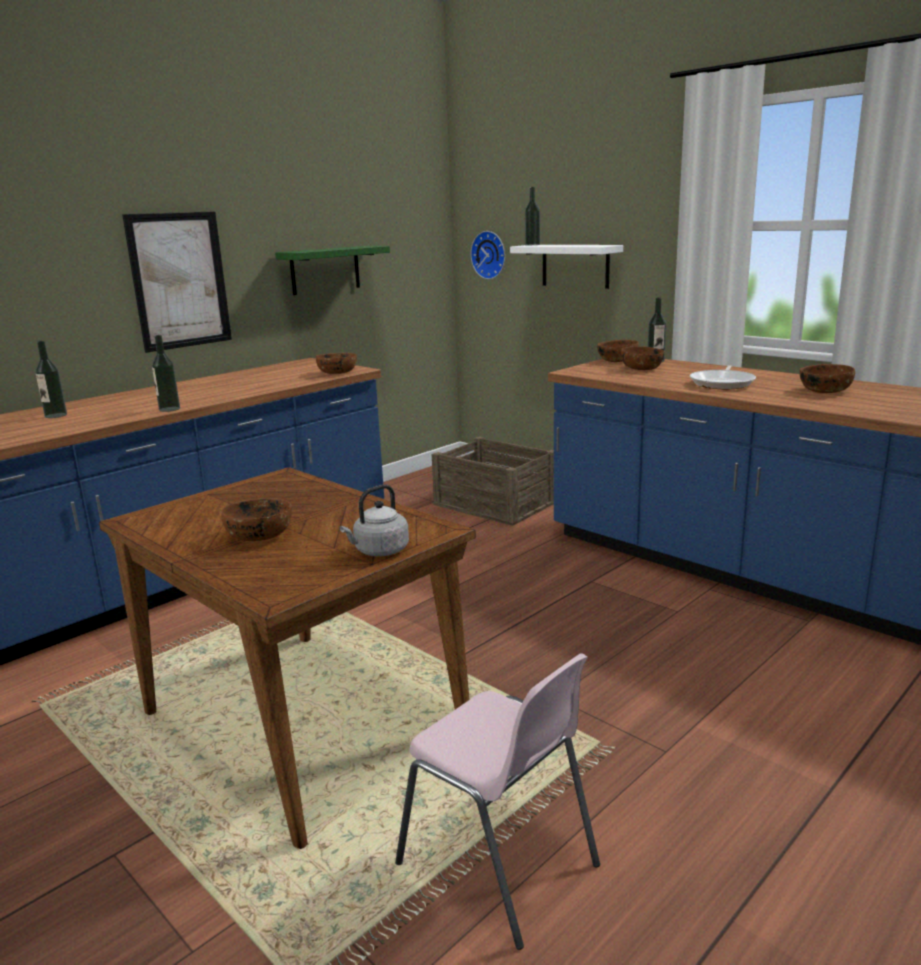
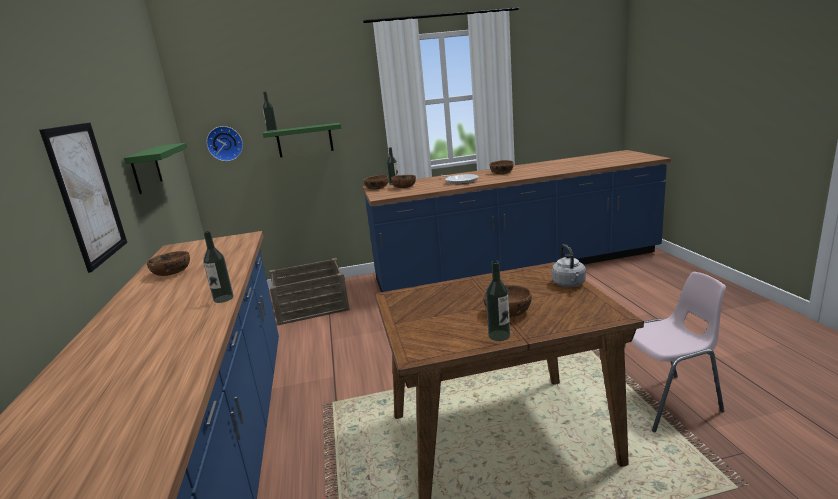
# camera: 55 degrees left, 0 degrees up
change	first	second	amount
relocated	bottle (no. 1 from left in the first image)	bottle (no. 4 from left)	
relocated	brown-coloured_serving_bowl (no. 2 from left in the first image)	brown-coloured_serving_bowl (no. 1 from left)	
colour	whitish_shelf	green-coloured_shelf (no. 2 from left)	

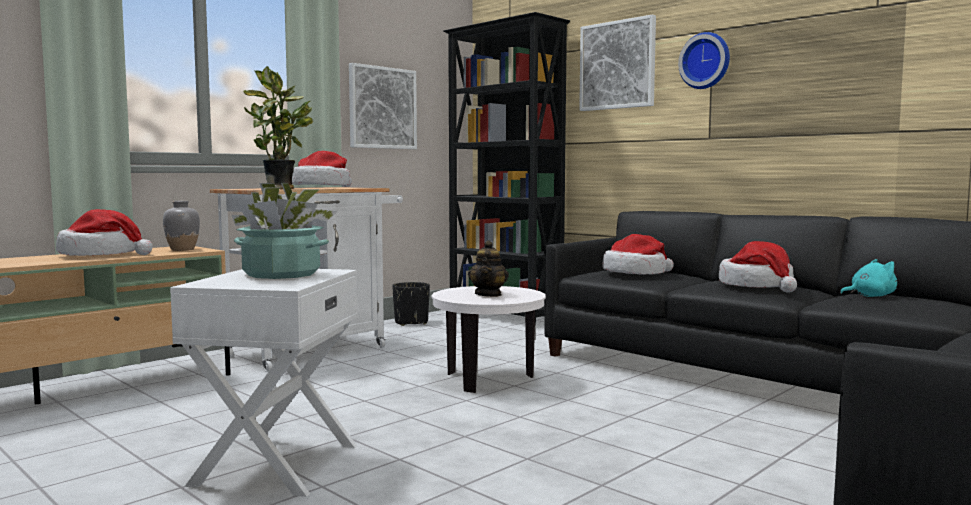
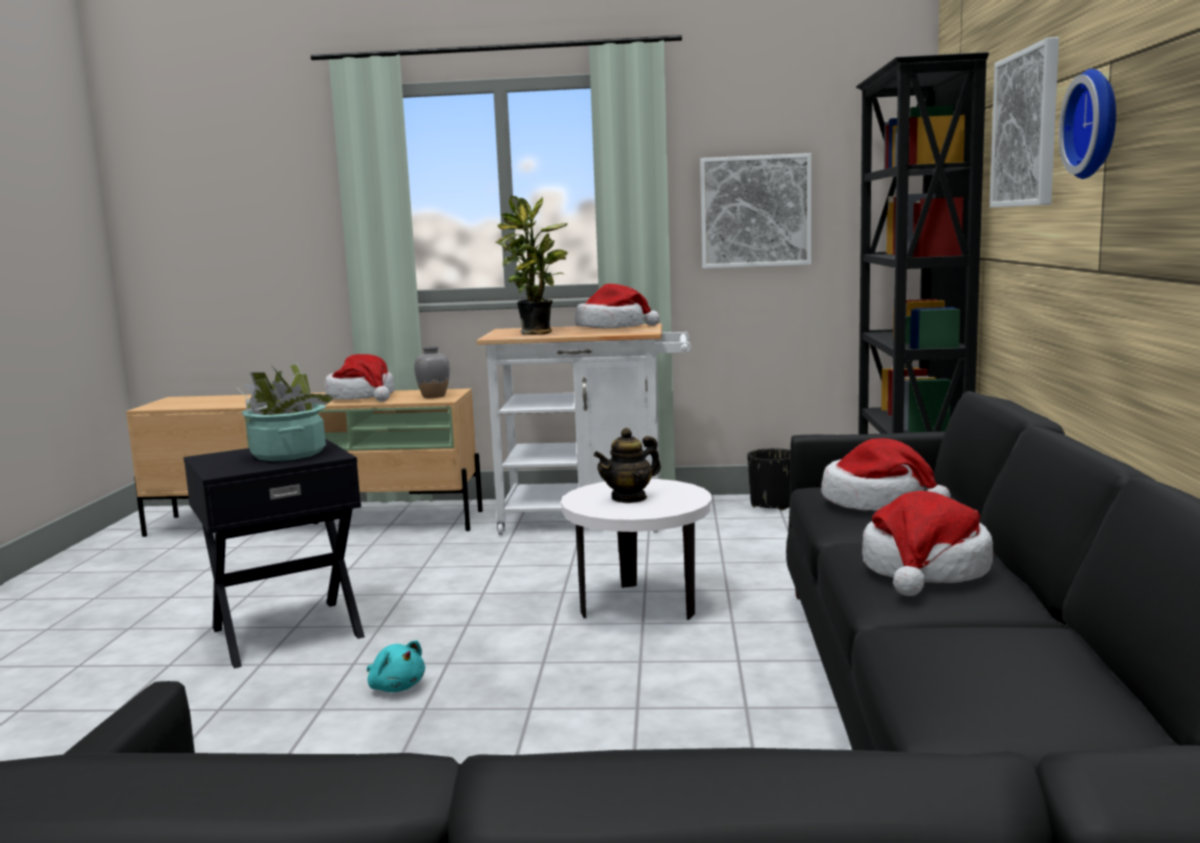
# camera: 50 degrees right, 5 degrees up
change	first	second	amount
colour	whitish_side_table (no. 1 from left)	blackish_side_table	
relocated	blue-green_plush_toy		

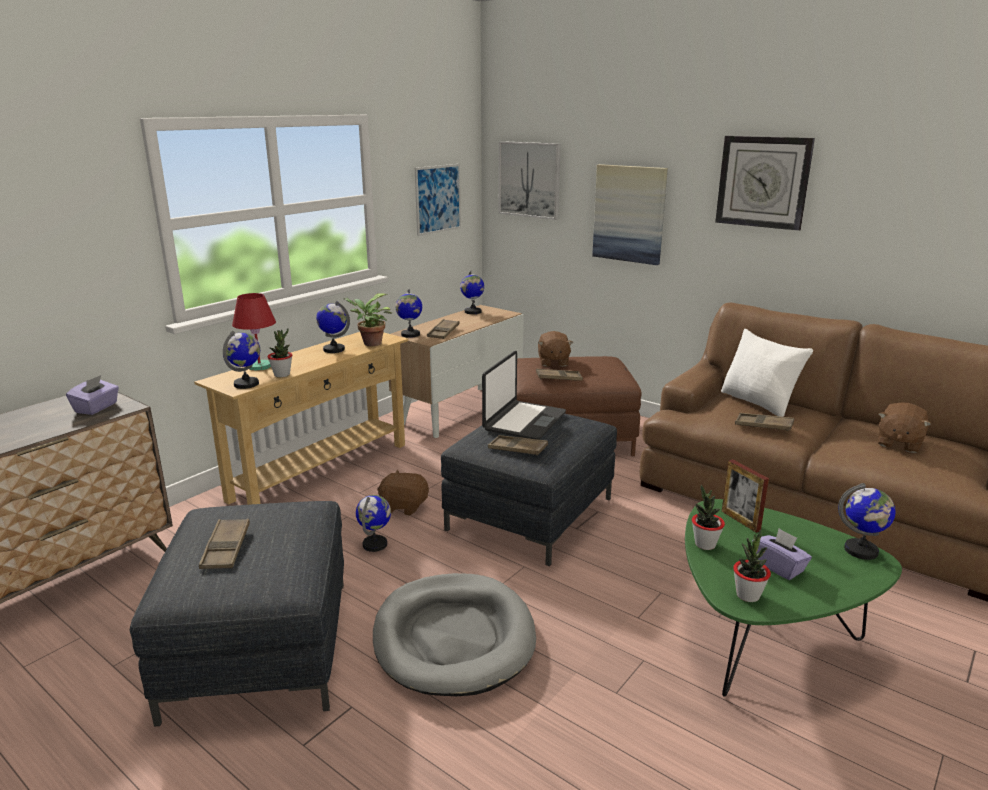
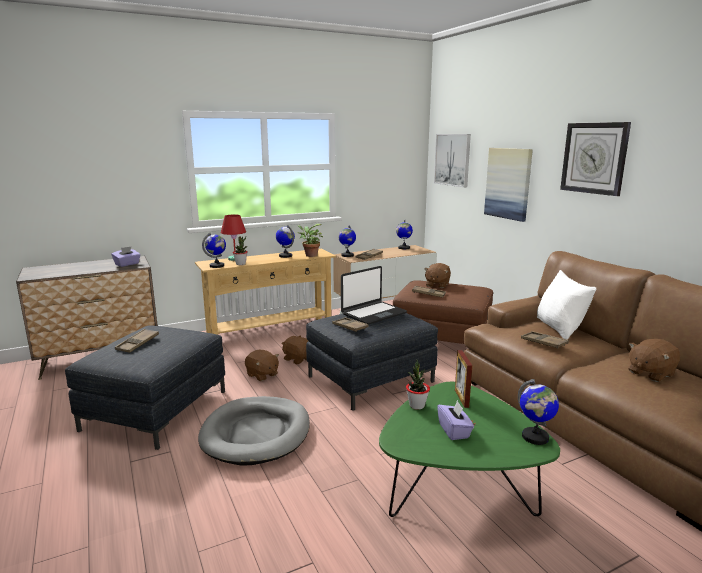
# camera: 25 degrees right, 5 degrees down
change	first	second	amount
exchanged	globe (no. 3 from left)	brown-coloured_plush_toy (no. 1 from left)	
missing	picture (no. 1 from left)		
missing	potted_plant (no. 4 from left)		

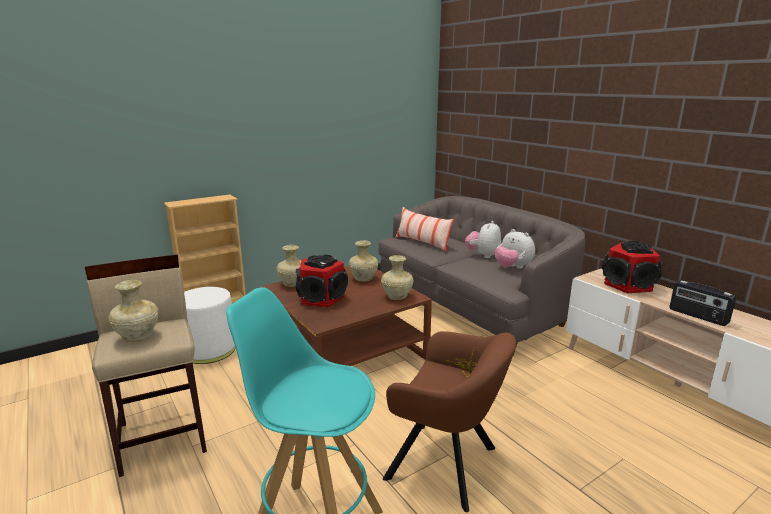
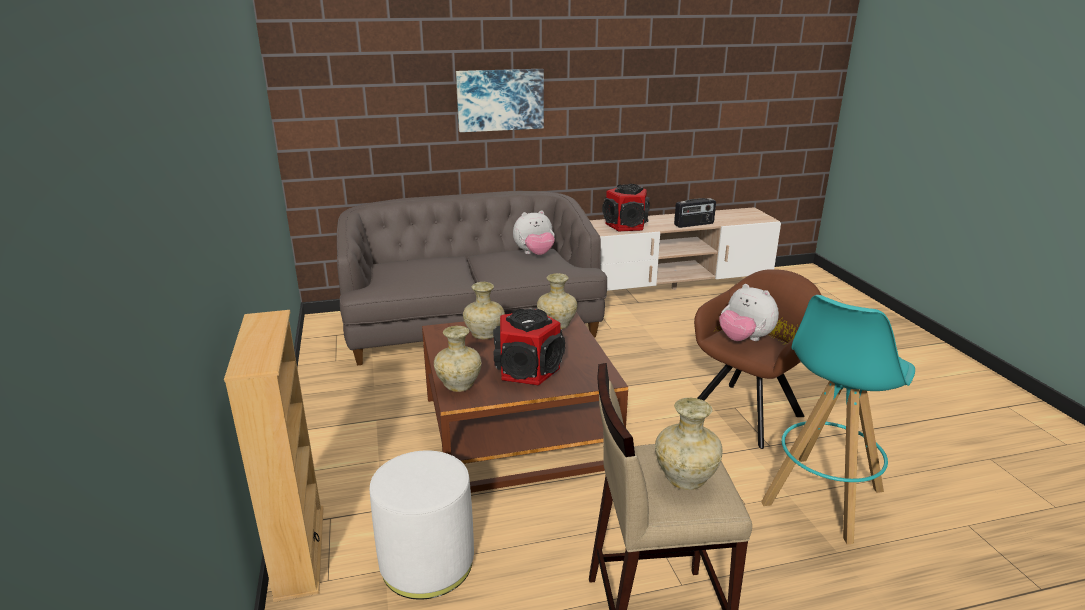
# camera: 70 degrees left, 5 degrees up
change	first	second	amount
missing	pillow		
relocated	plush_toy (no. 1 from left in the first image)	plush_toy (no. 2 from left)	
appeared		picture	

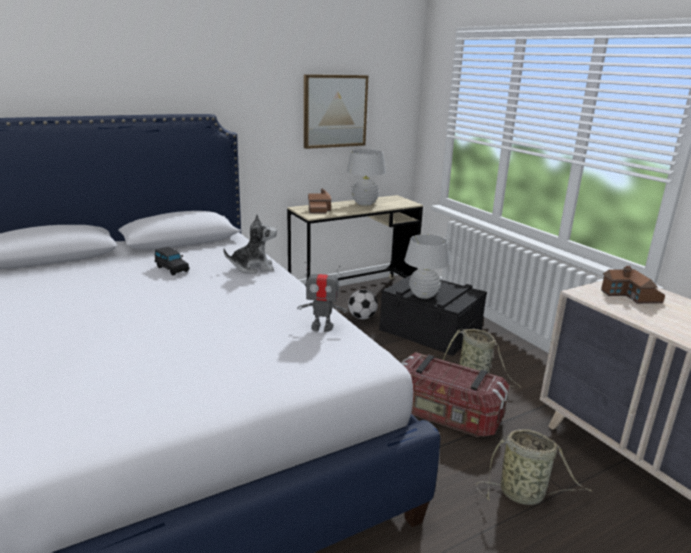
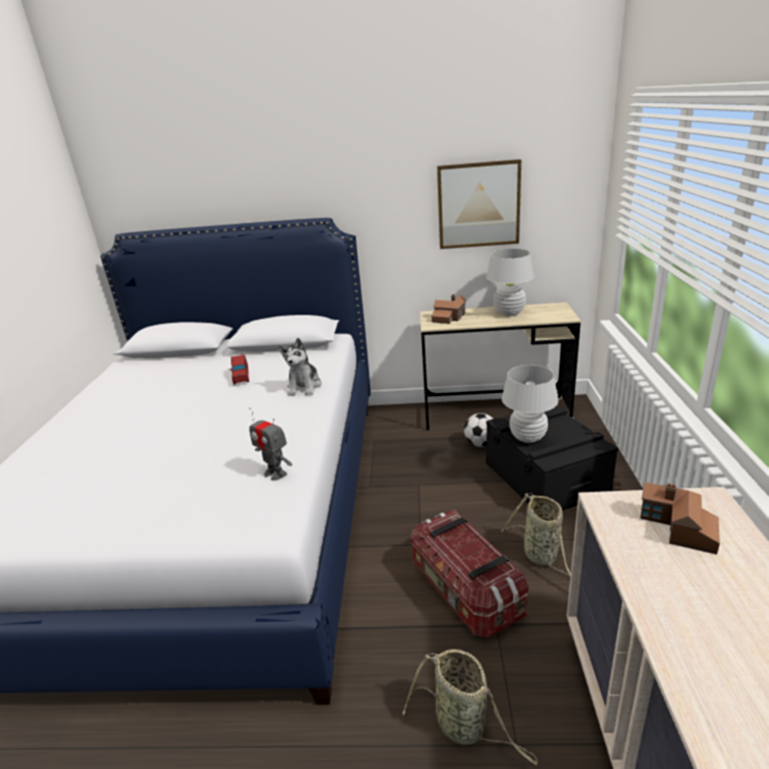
# camera: 35 degrees right, 5 degrees up
change	first	second	amount
colour	blackish_miniature_car	red-coloured_miniature_car	
spun	plush_toy		75 degrees clockwise

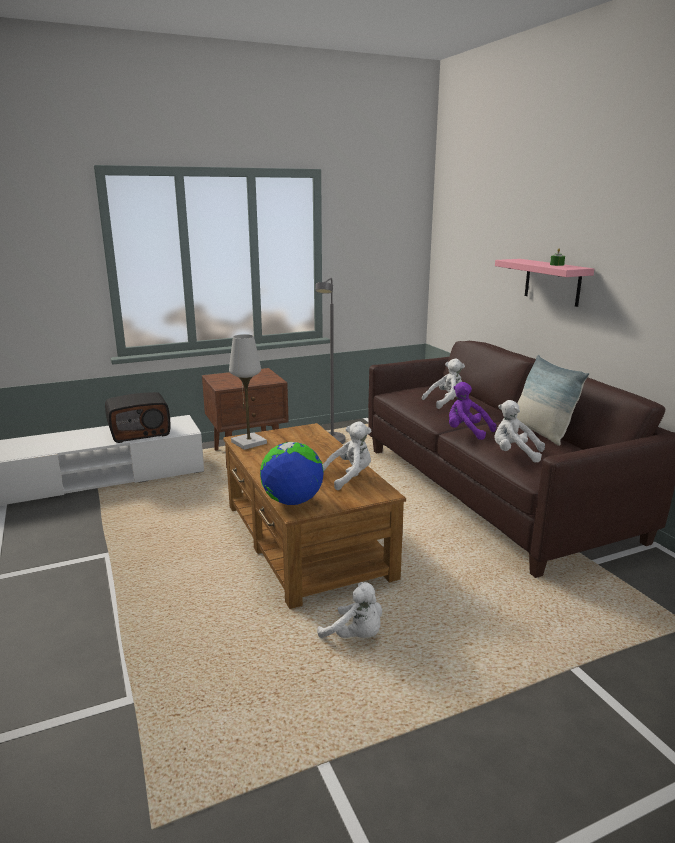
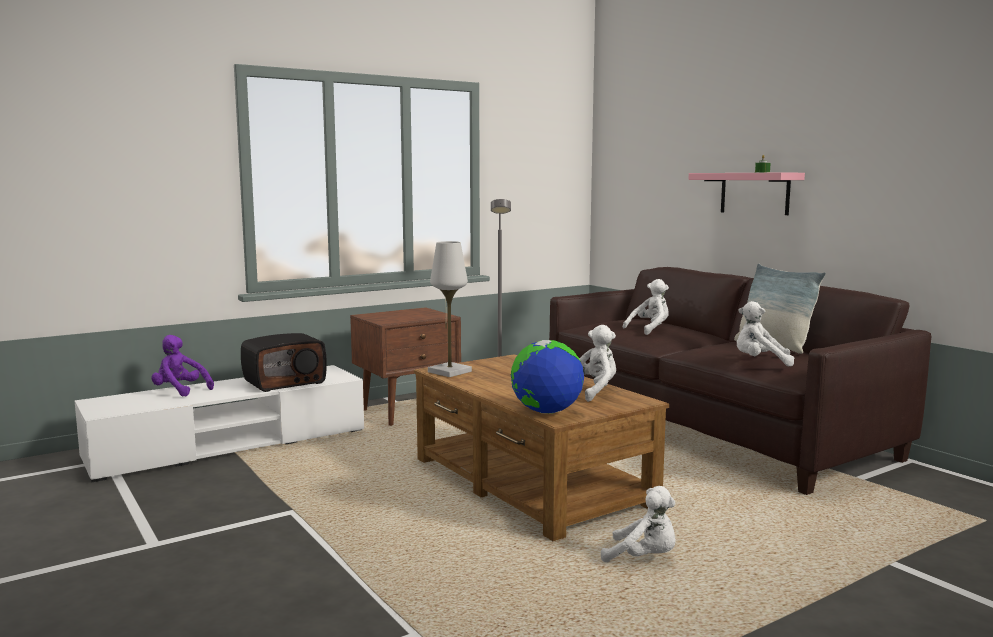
# camera: 10 degrees left, 10 degrees down
change	first	second	amount
relocated	purple-coloured_plush_toy		

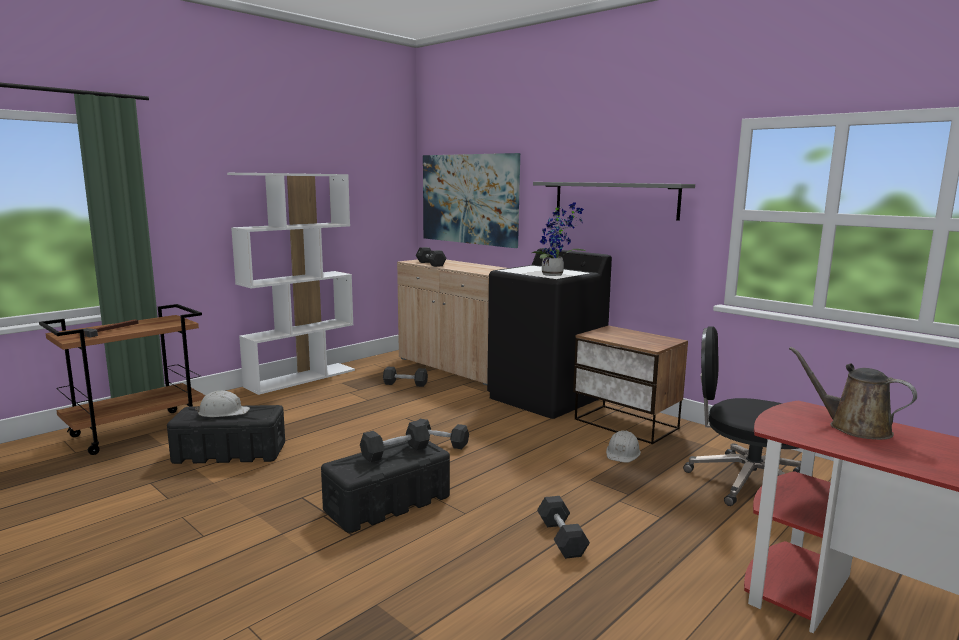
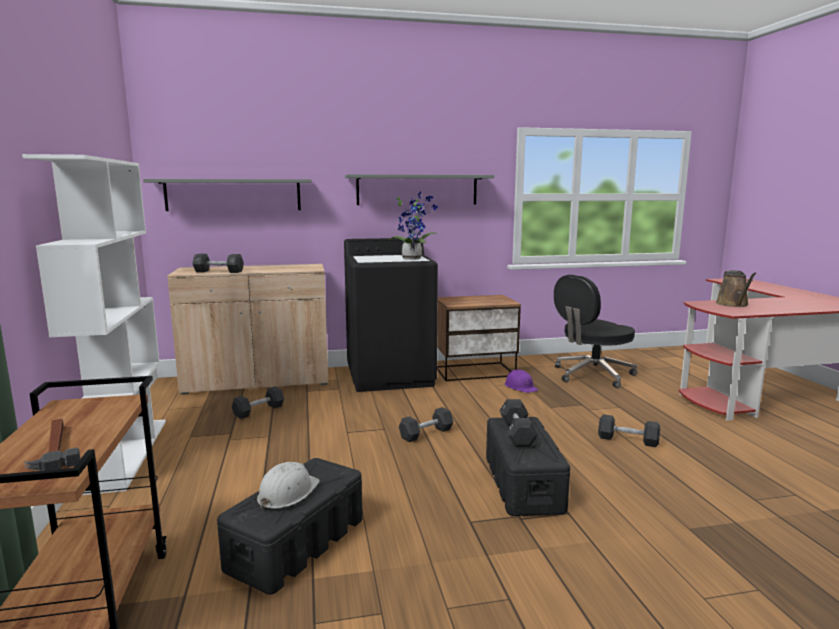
# camera: 55 degrees left, 0 degrees up
change	first	second	amount
exchanged	picture	grey_shelf (no. 1 from left)	
colour	whitish_work_helmet (no. 2 from left)	purple-coloured_work_helmet	
spun	brown-coloured_watering_can		75 degrees counterclockwise

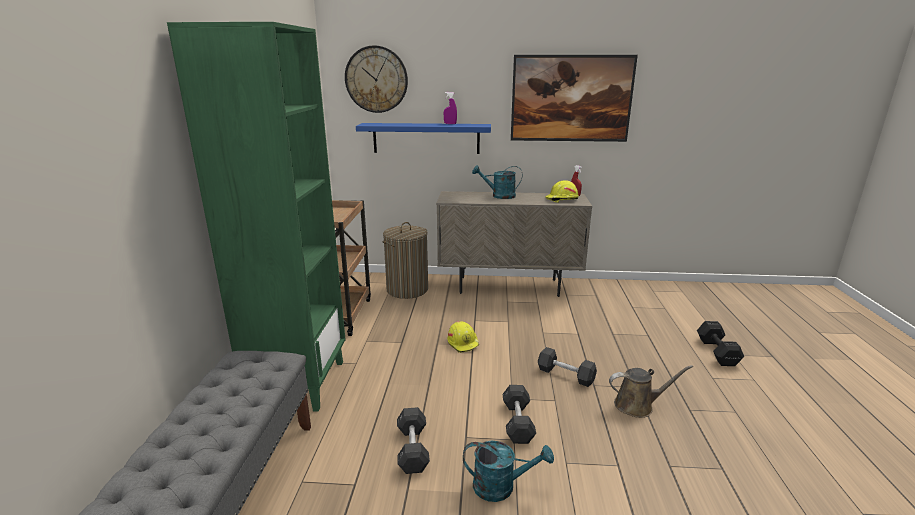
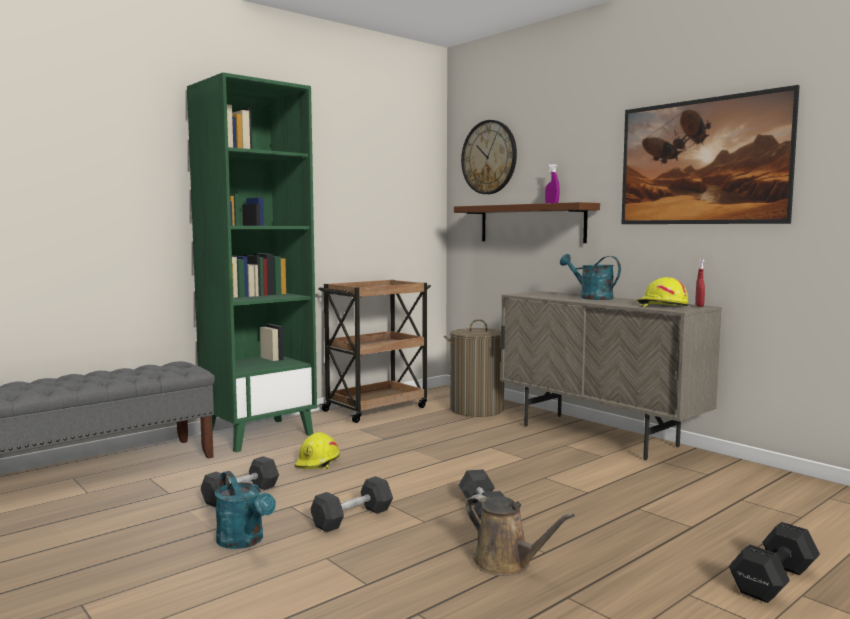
# camera: 45 degrees right, 15 degrees down
change	first	second	amount
colour	bluish_shelf	brown-coloured_shelf	
relocated	yellow_work_helmet (no. 1 from left)		

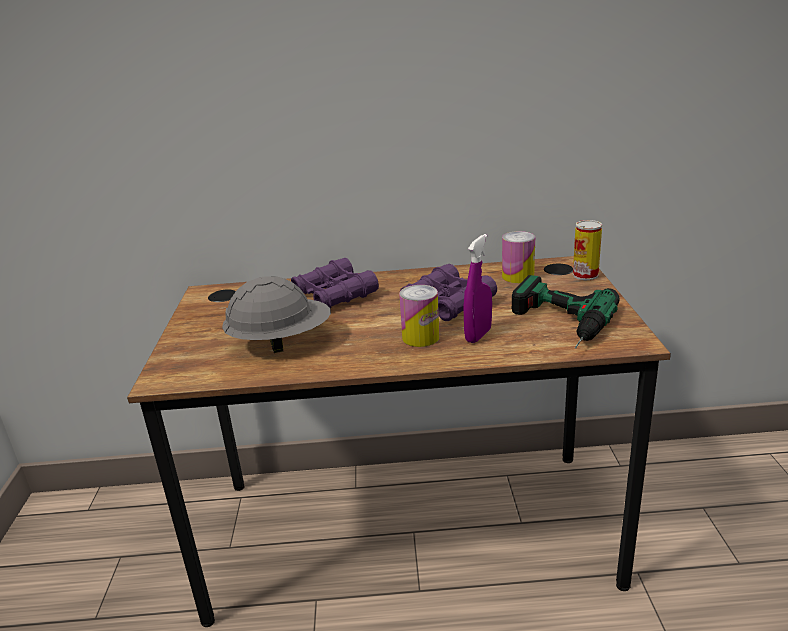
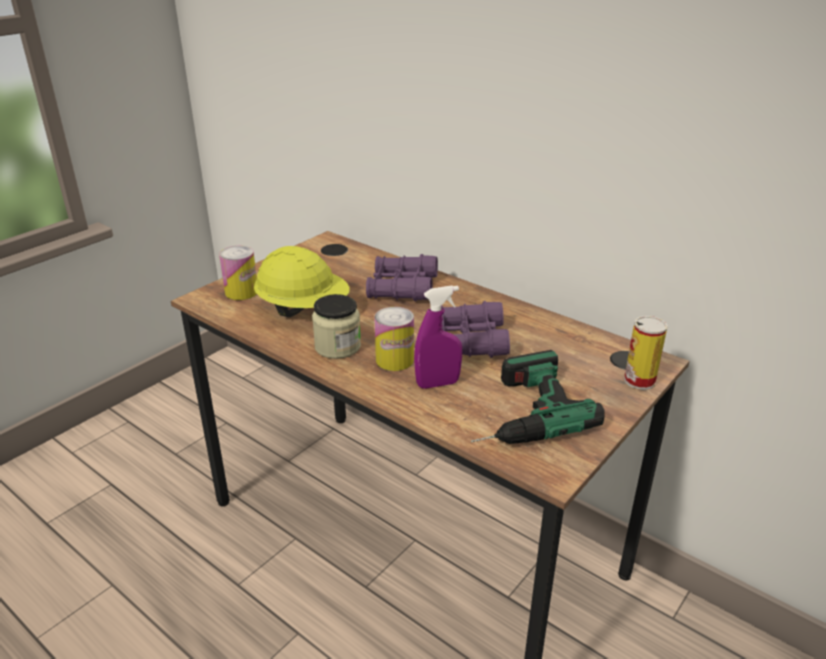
# camera: 40 degrees right, 5 degrees up
change	first	second	amount
colour	grey_work_helmet	yellow_work_helmet	
relocated	can (no. 2 from left in the first image)	can (no. 1 from left)	
appeared		storage_jar	

